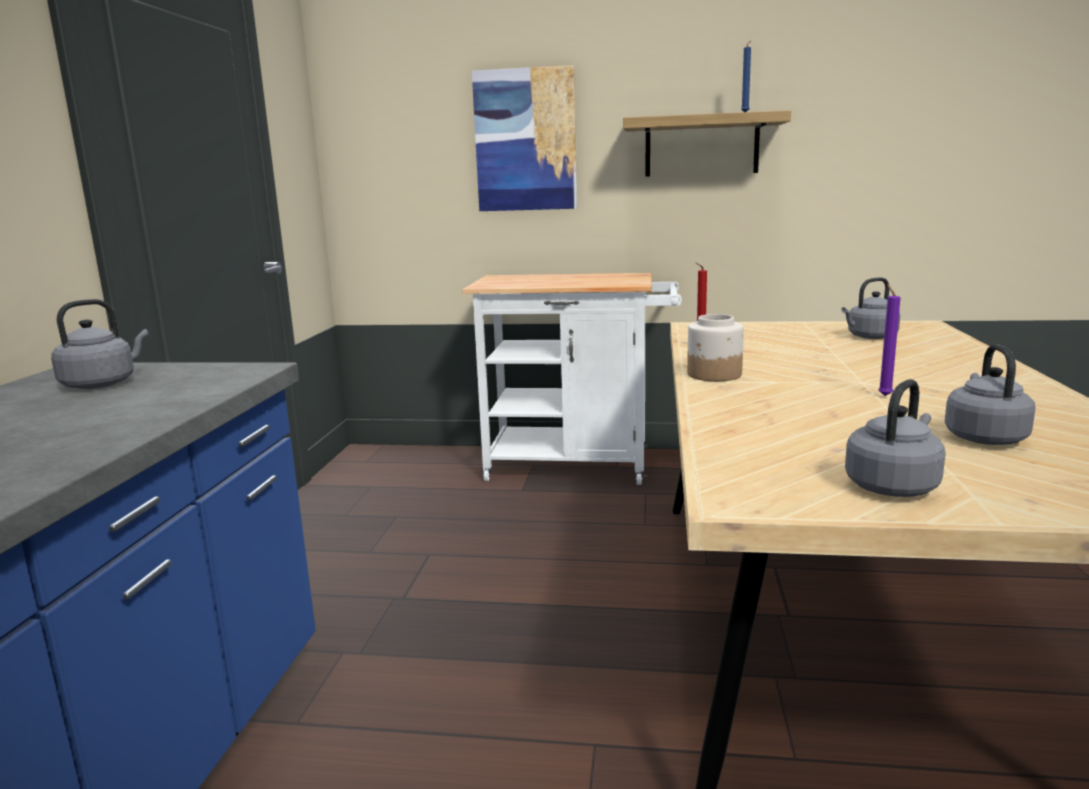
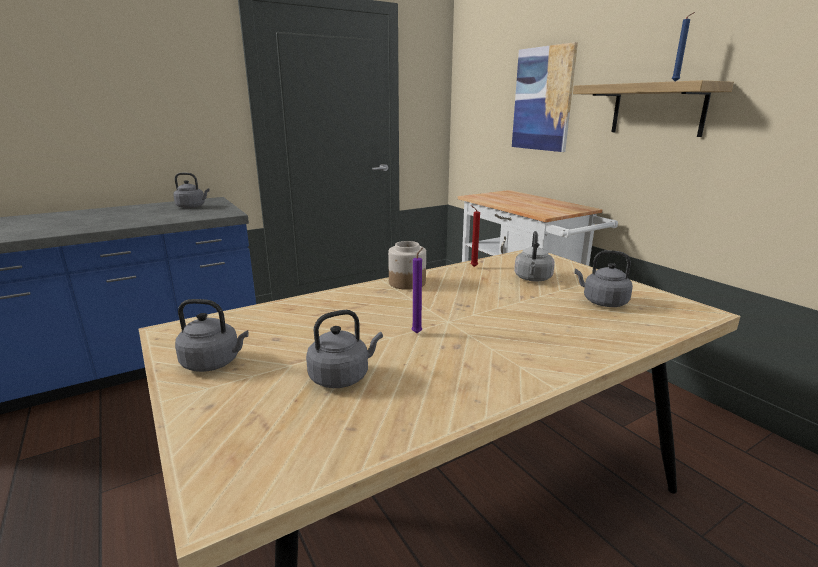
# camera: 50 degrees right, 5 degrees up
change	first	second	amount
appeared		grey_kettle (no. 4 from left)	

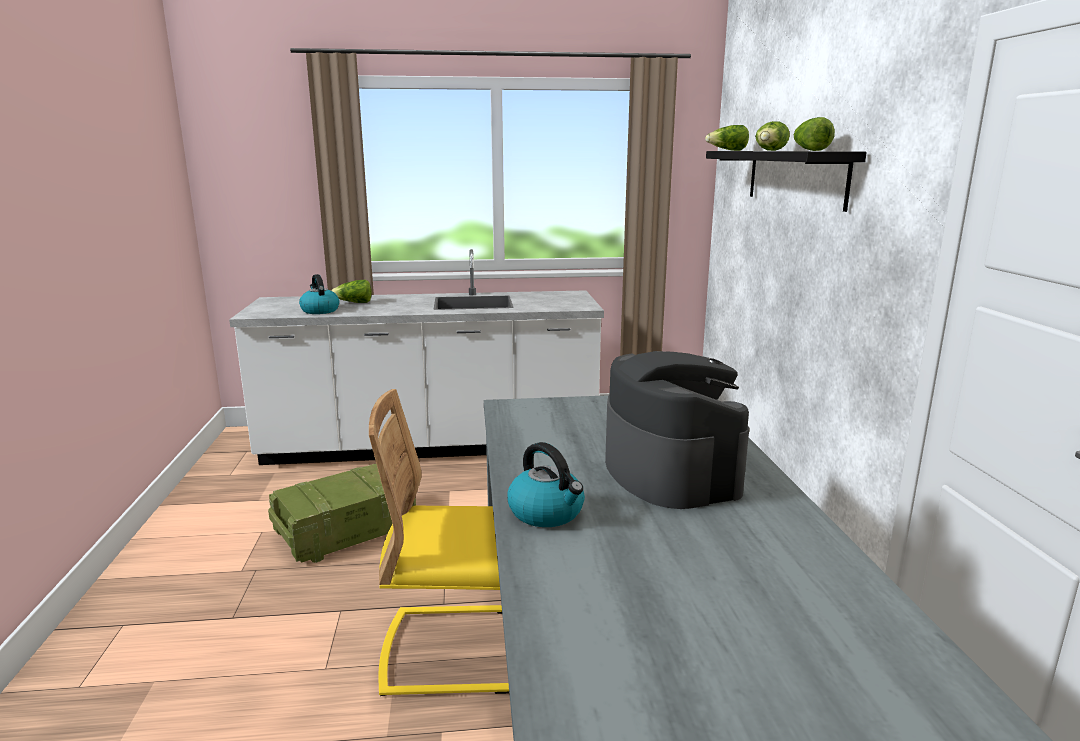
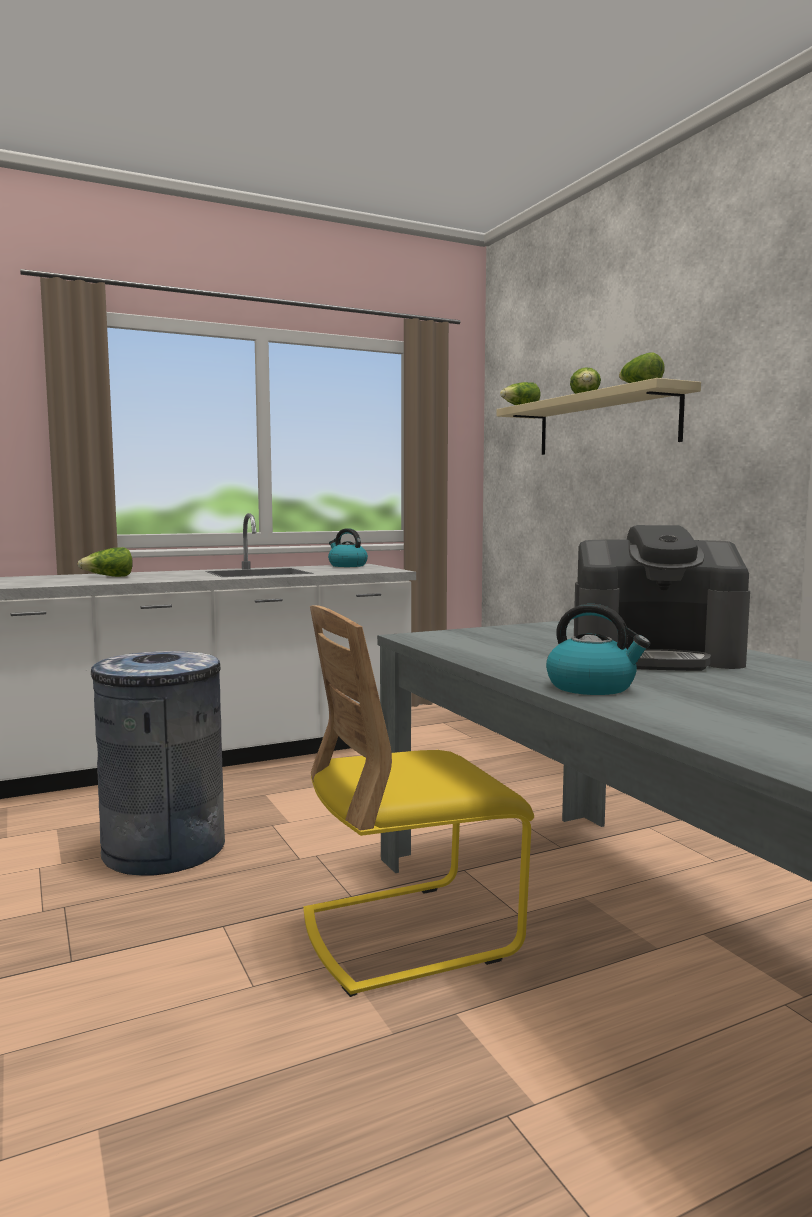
# camera: 20 degrees left, 10 degrees down
change	first	second	amount
exchanged	crate	grey_trash_can	
relocated	kettle (no. 1 from left)		
spun	coffee_maker		135 degrees clockwise
colour	blackish_shelf	beige_shelf	

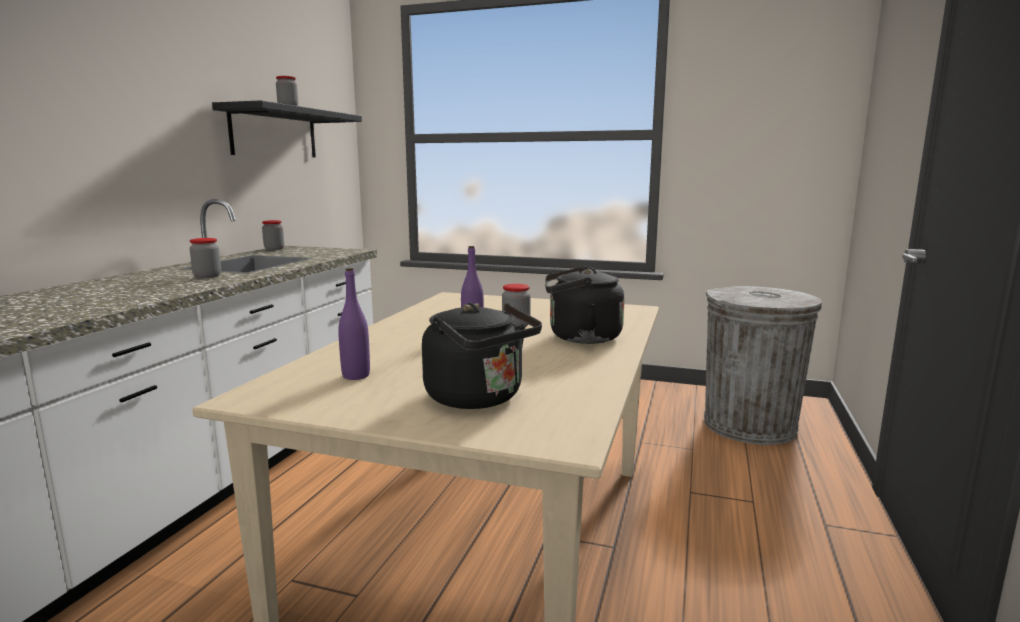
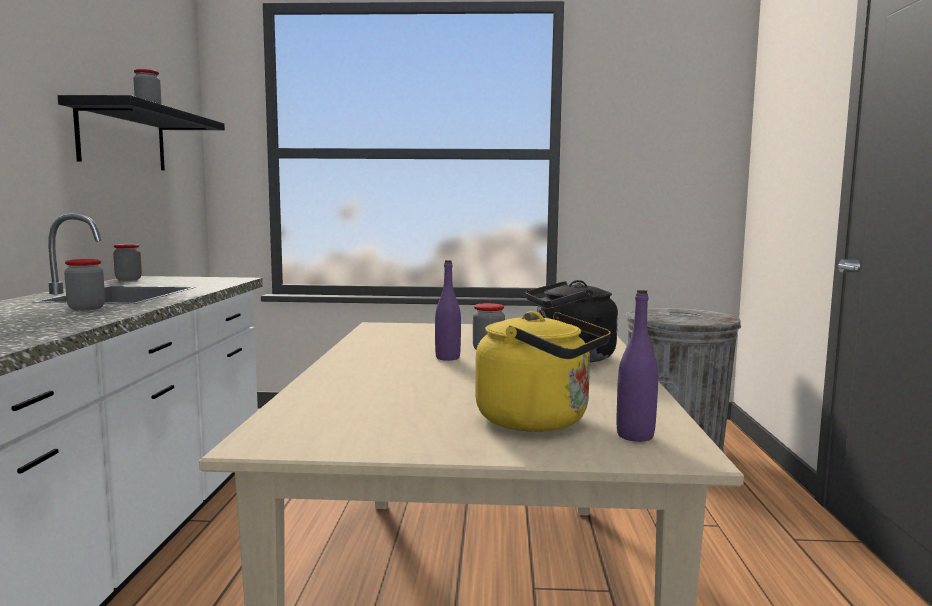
# camera: 15 degrees left, 5 degrees down
change	first	second	amount
relocated	purple-coloured_bottle (no. 1 from left in the first image)	purple-coloured_bottle (no. 2 from left)	
colour	blackish_kettle (no. 1 from left)	yellow_kettle	

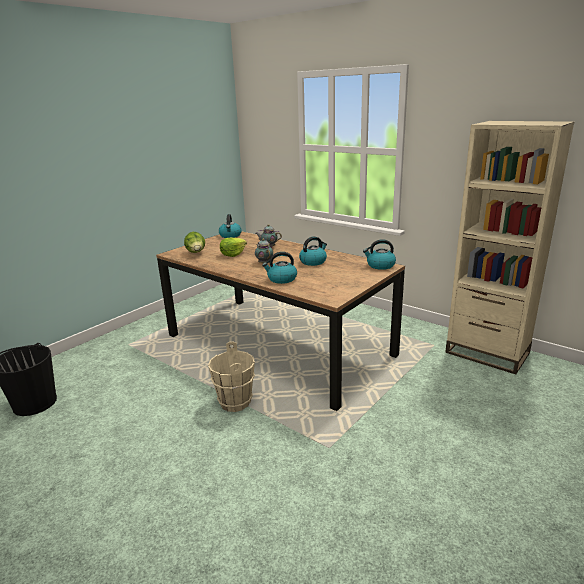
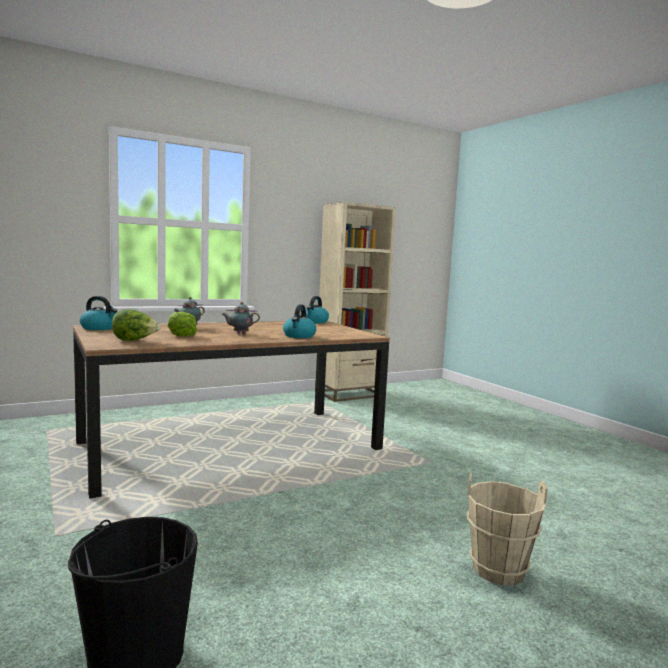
# camera: 70 degrees left, 15 degrees down
change	first	second	amount
relocated	beige_water_bucket		
missing	kettle (no. 3 from left)		

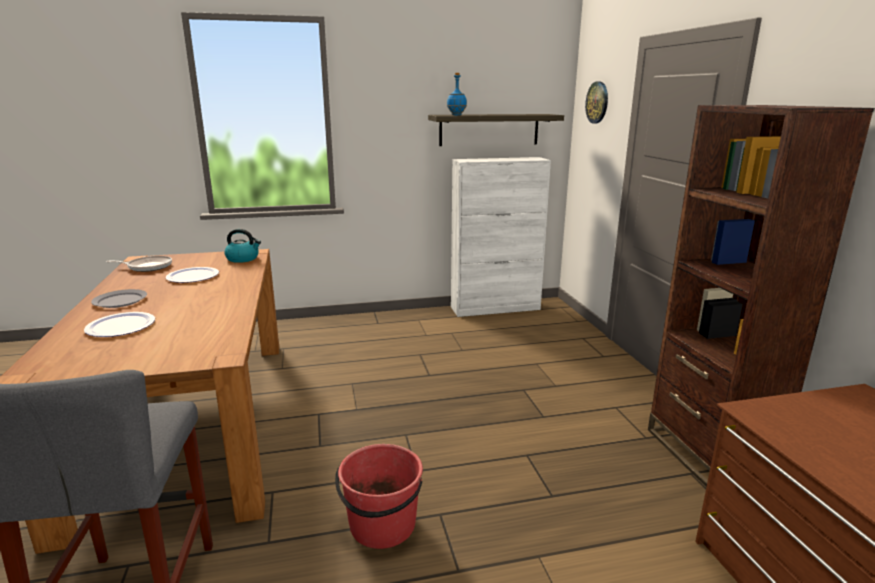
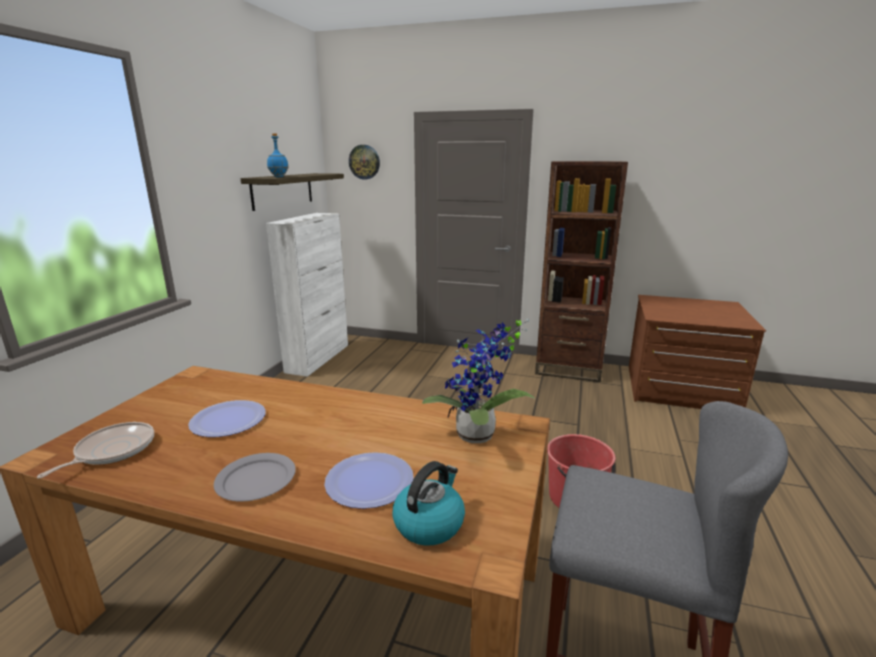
# camera: 60 degrees left, 0 degrees up
change	first	second	amount
relocated	kettle		
appeared		potted_plant	

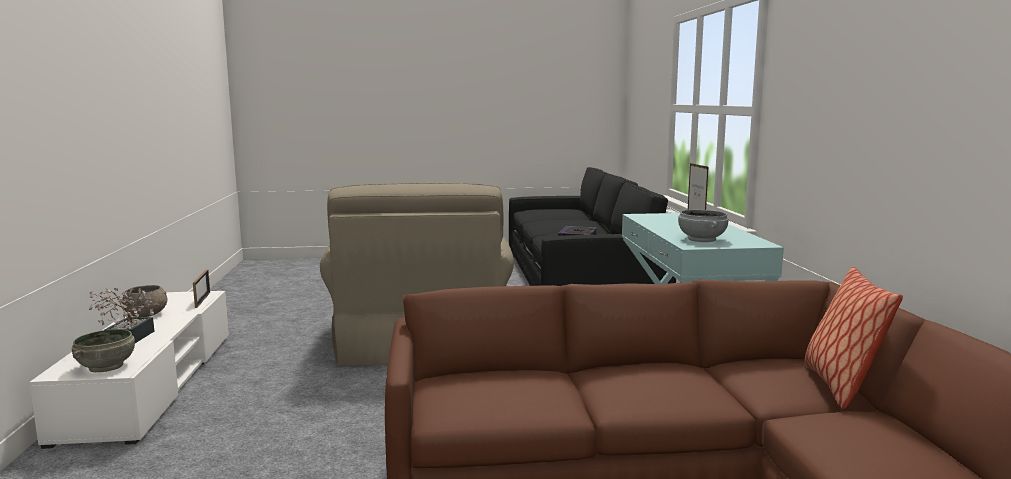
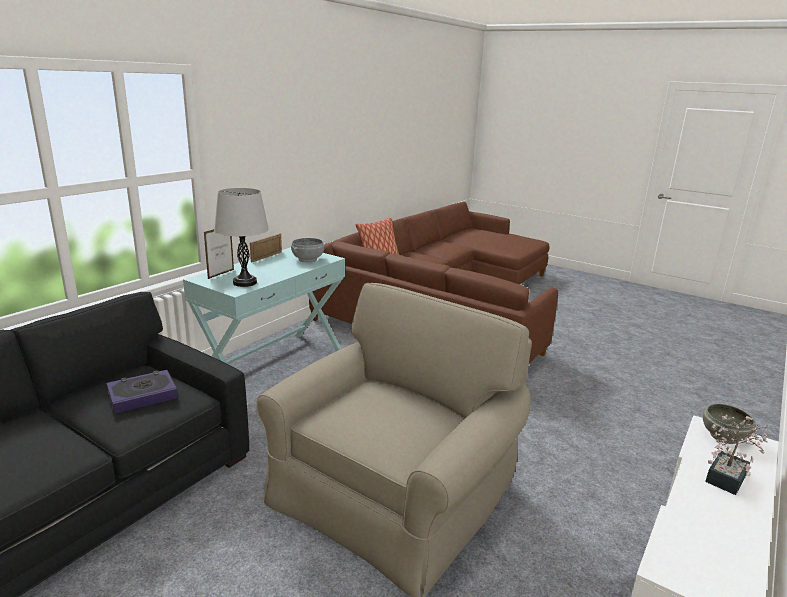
# camera: 140 degrees left, 10 degrees up
change	first	second	amount
missing	grey_serving_bowl (no. 2 from left)		
relocated	photo_frame (no. 1 from left in the first image)	photo_frame (no. 2 from left)	
appeared		grey_tabletop_lamp	

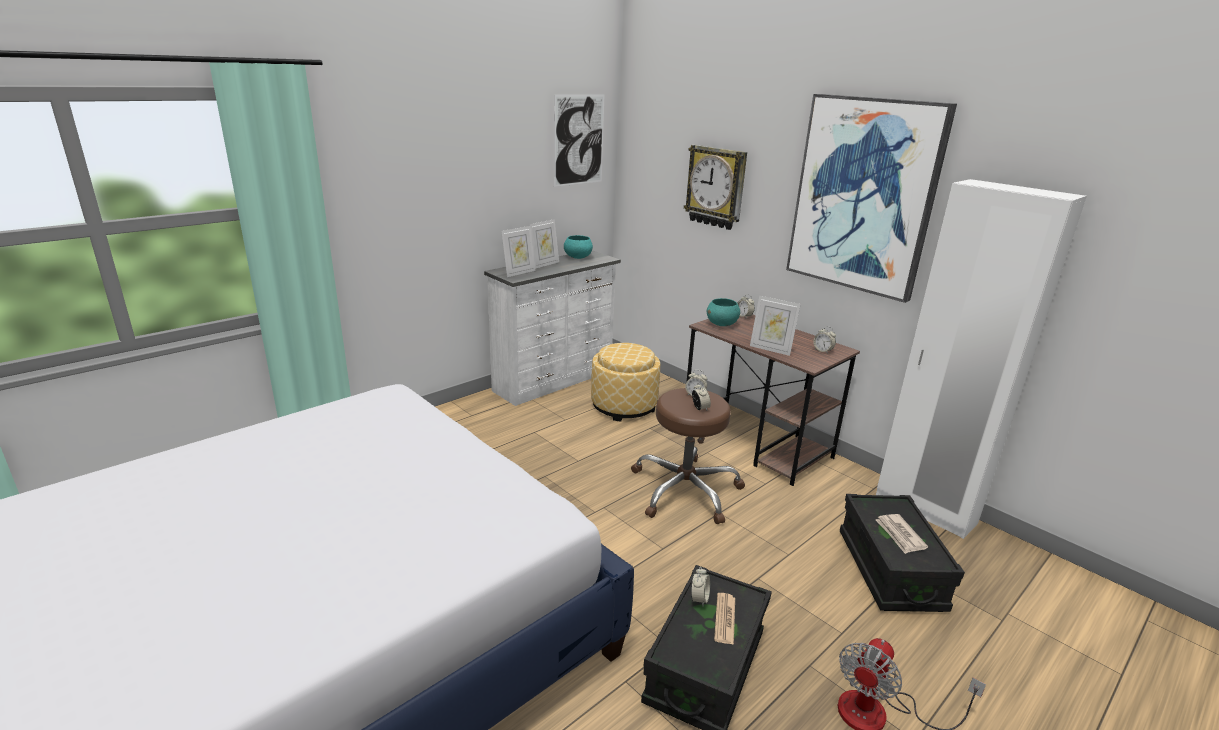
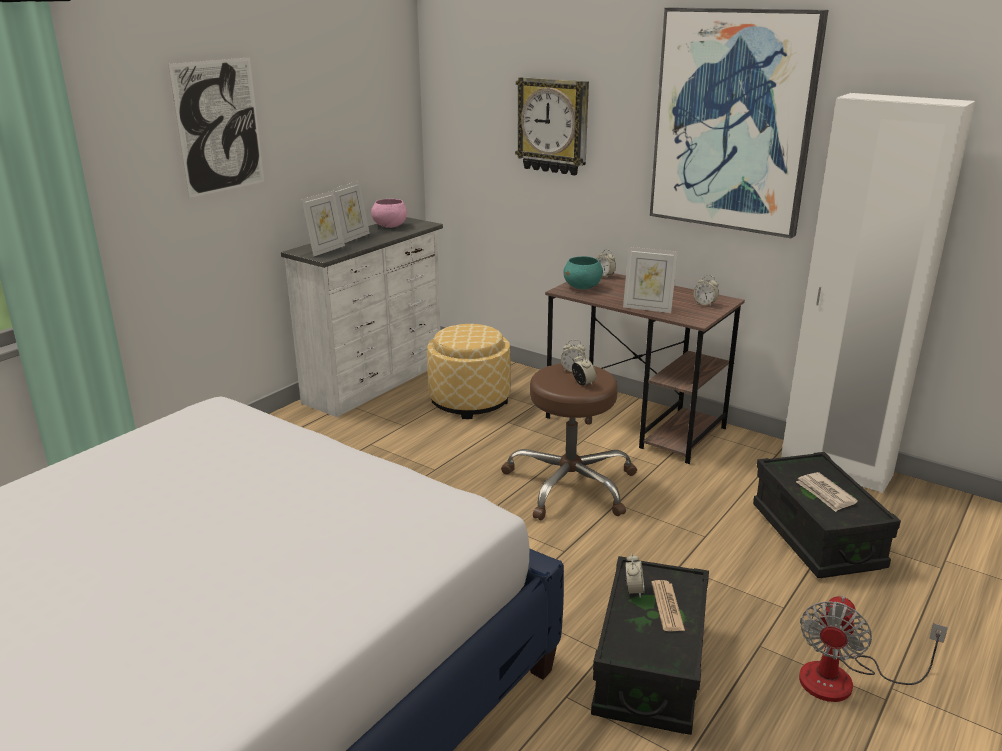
# camera: 10 degrees left, 0 degrees up
change	first	second	amount
relocated	picture (no. 1 from left)		
colour	blue-green_serving_bowl (no. 1 from left)	pink_serving_bowl	

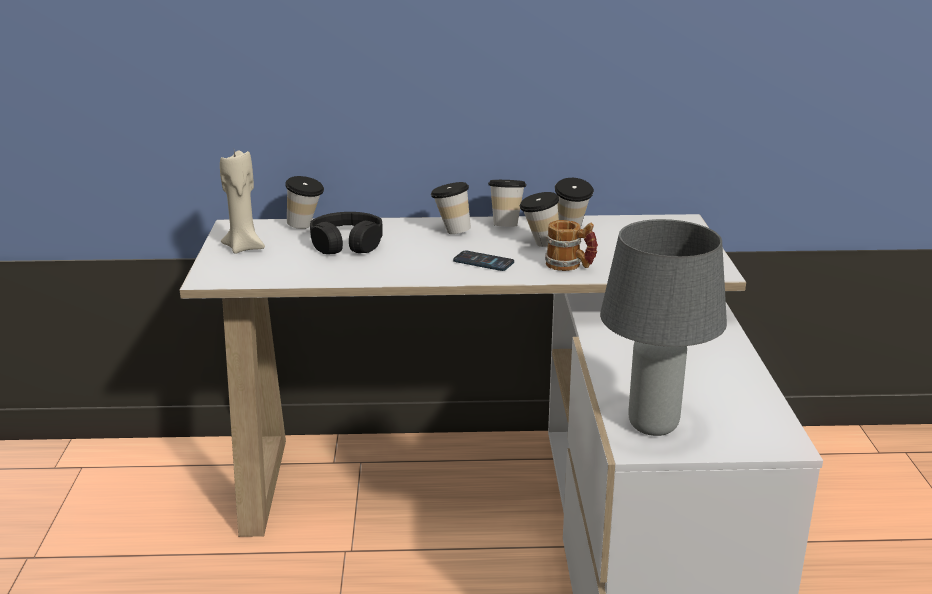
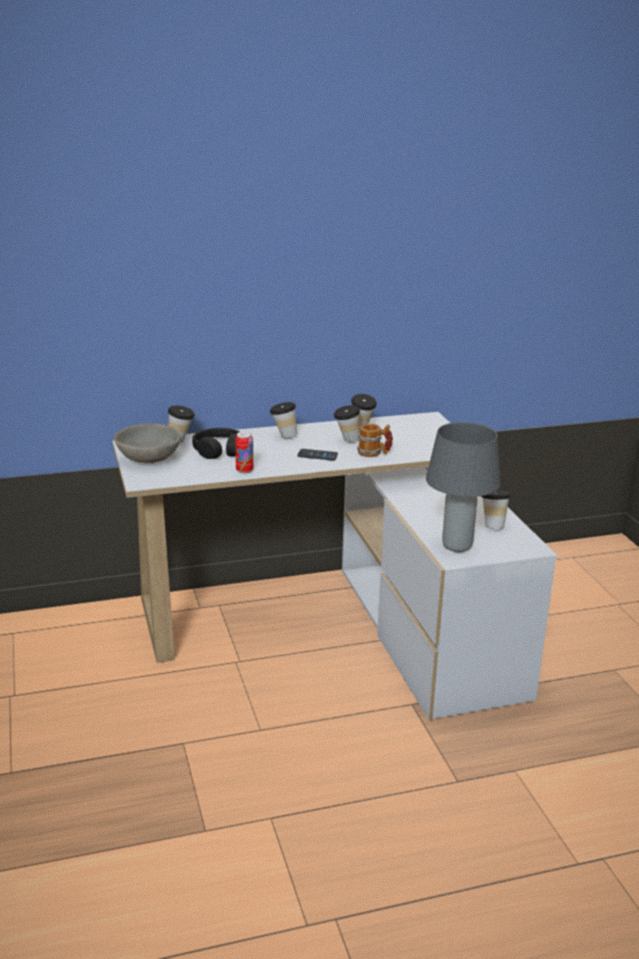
# camera: 15 degrees left, 0 degrees up
change	first	second	amount
exchanged	beige_candle	grey_serving_bowl	
relocated	small_cup (no. 3 from left in the first image)	small_cup (no. 5 from left)	
appeared		can	

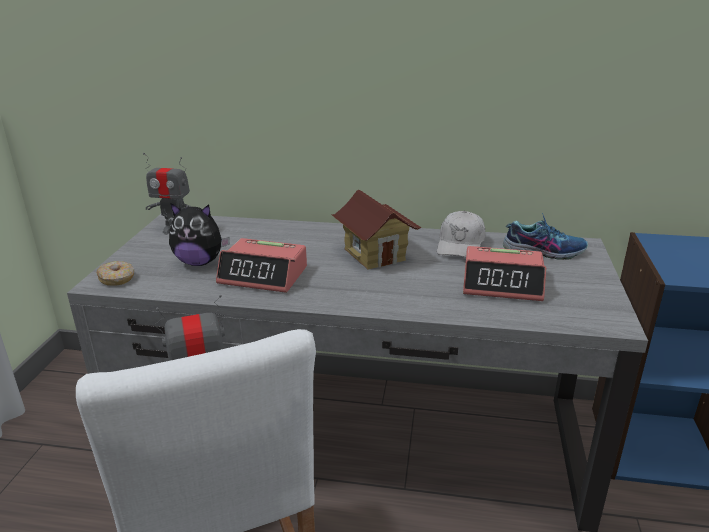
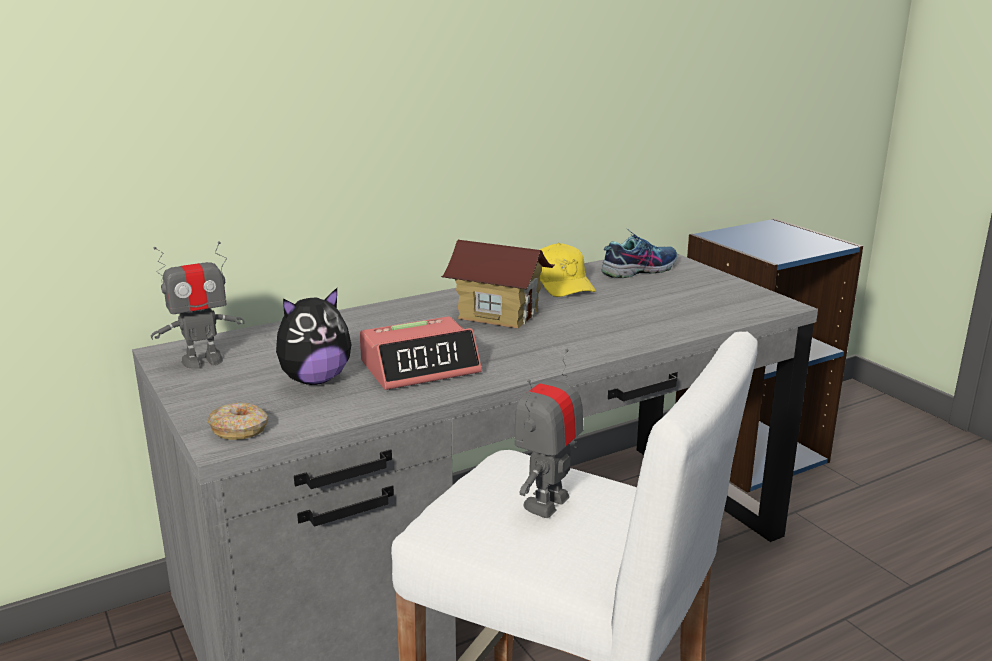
# camera: 40 degrees left, 5 degrees down
change	first	second	amount
colour	whitish_cap	yellow_cap	
missing	alarm_clock (no. 2 from left)		

